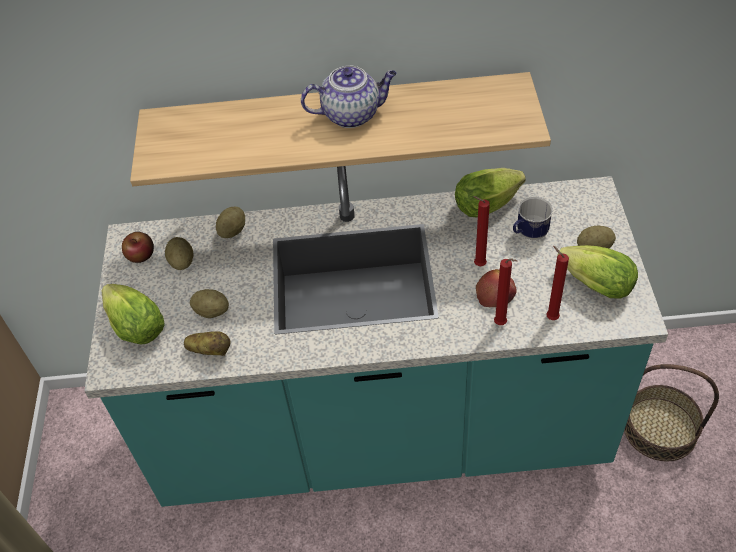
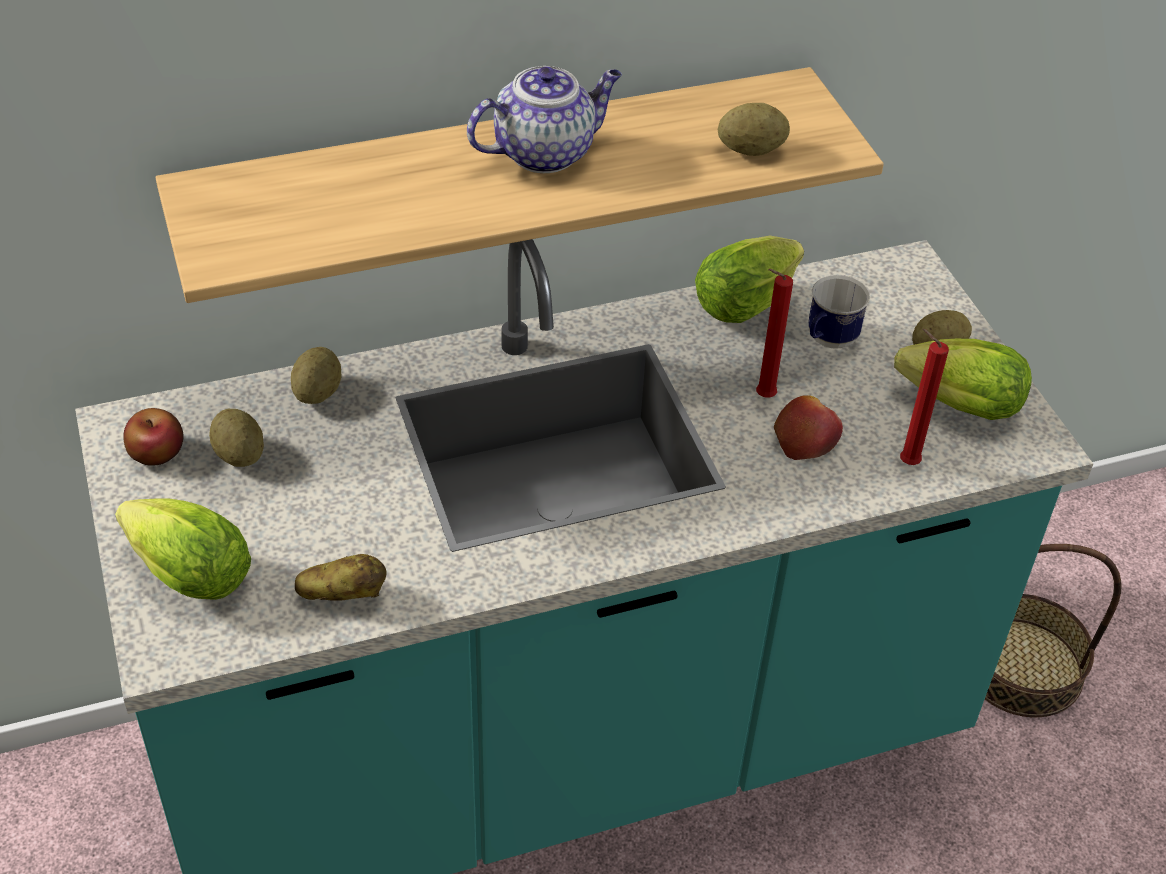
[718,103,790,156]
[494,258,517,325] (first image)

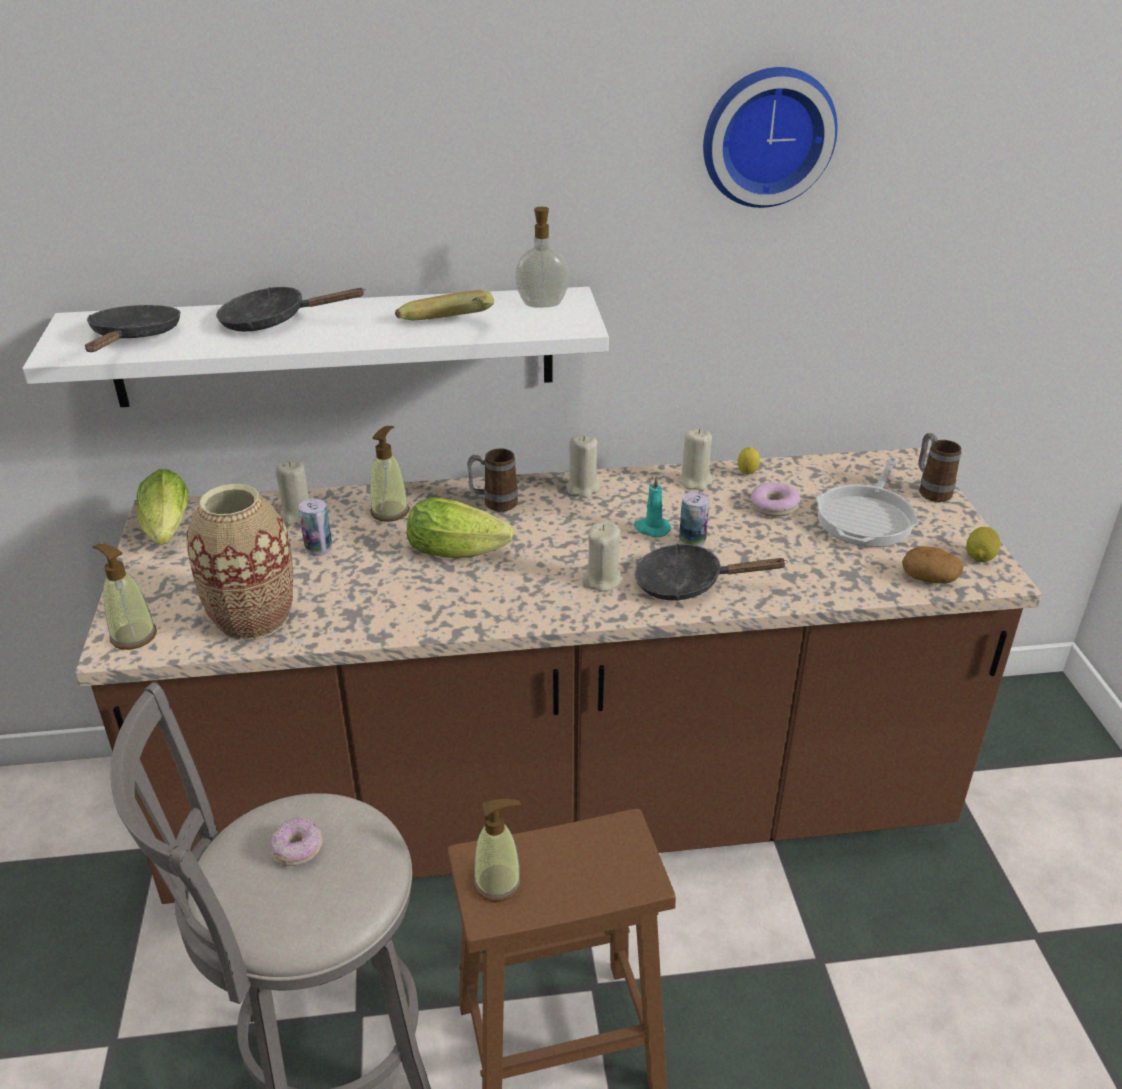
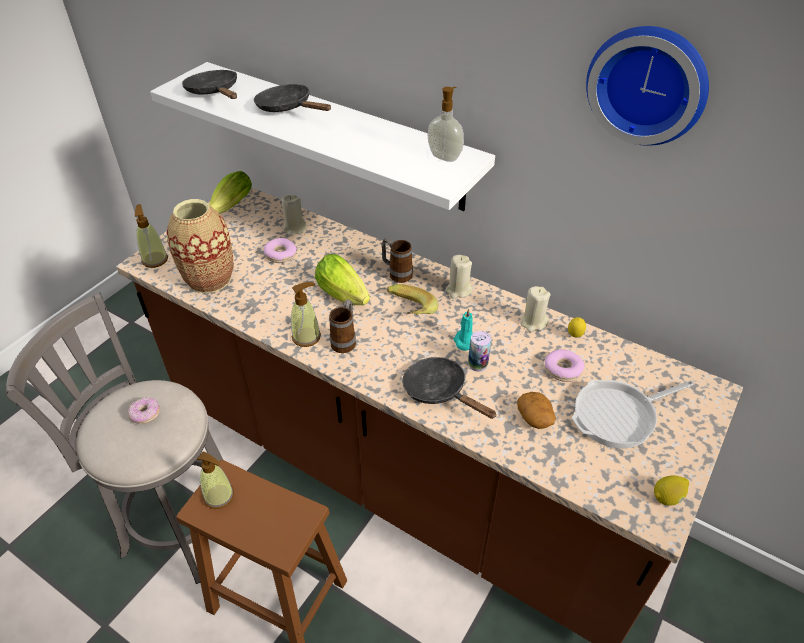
[182,70,237,99]
[264,238,297,263]
[291,282,321,347]
[387,284,438,315]
[582,521,622,592] (first image)
[517,392,556,429]
[329,299,356,353]

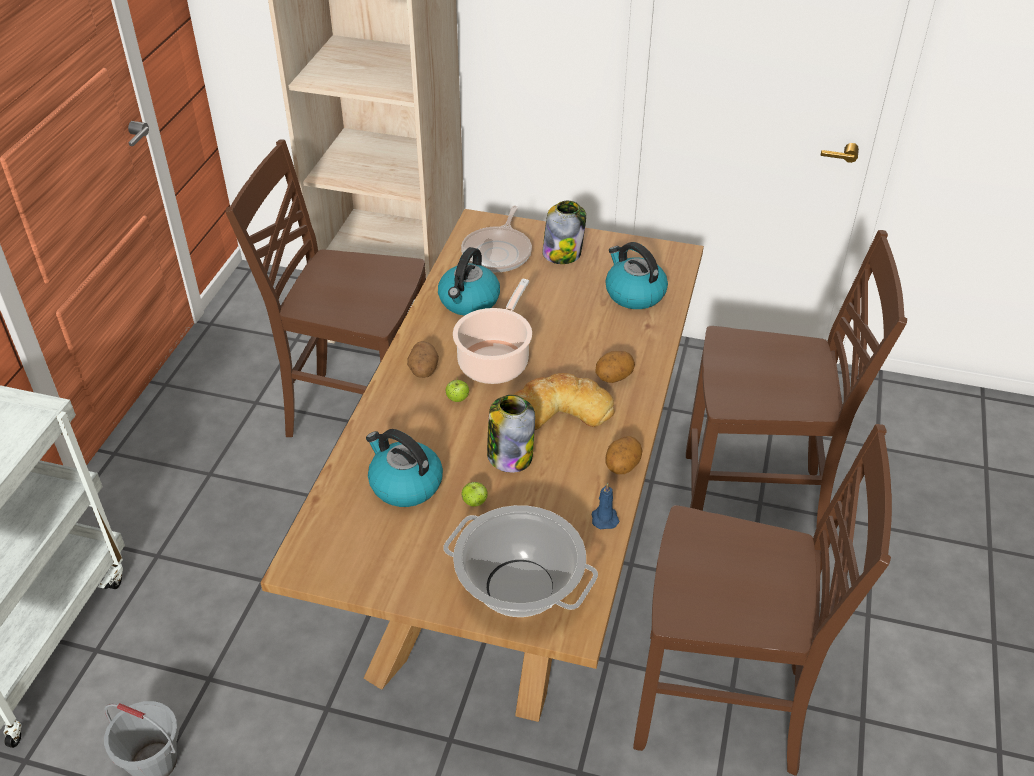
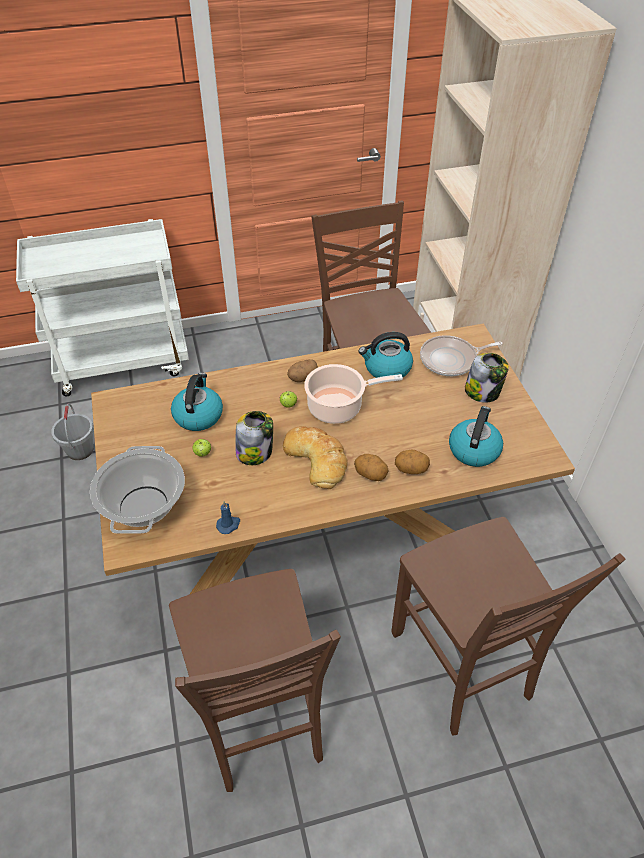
[395,449,430,474]

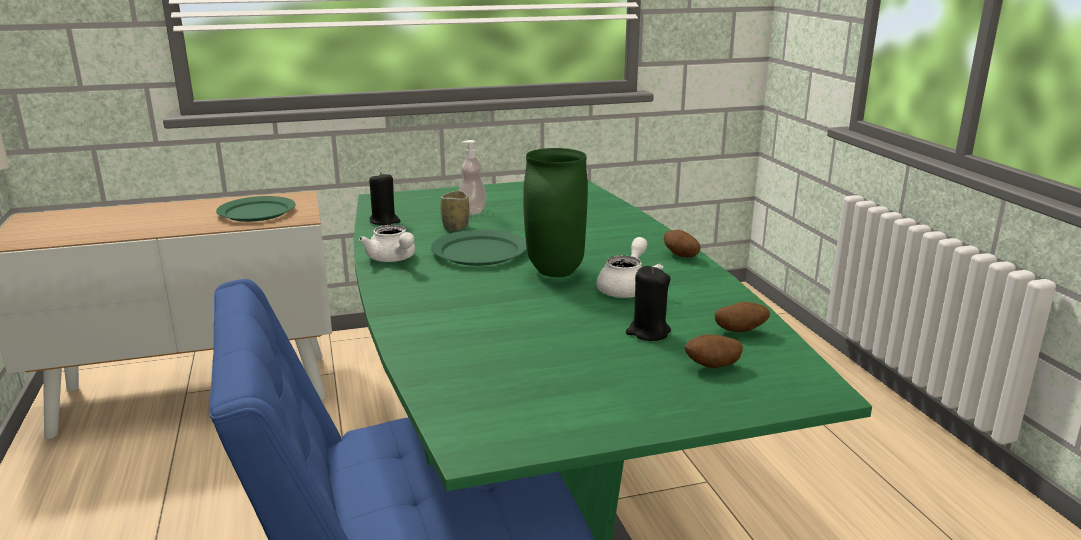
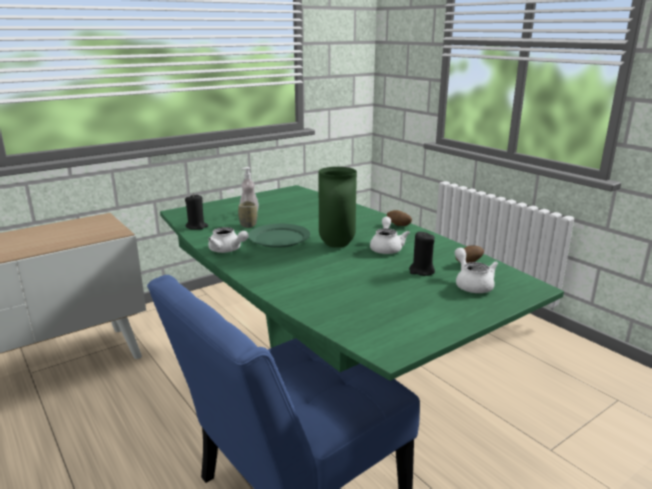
[216,196,296,222] (first image)
[455,248,498,293]

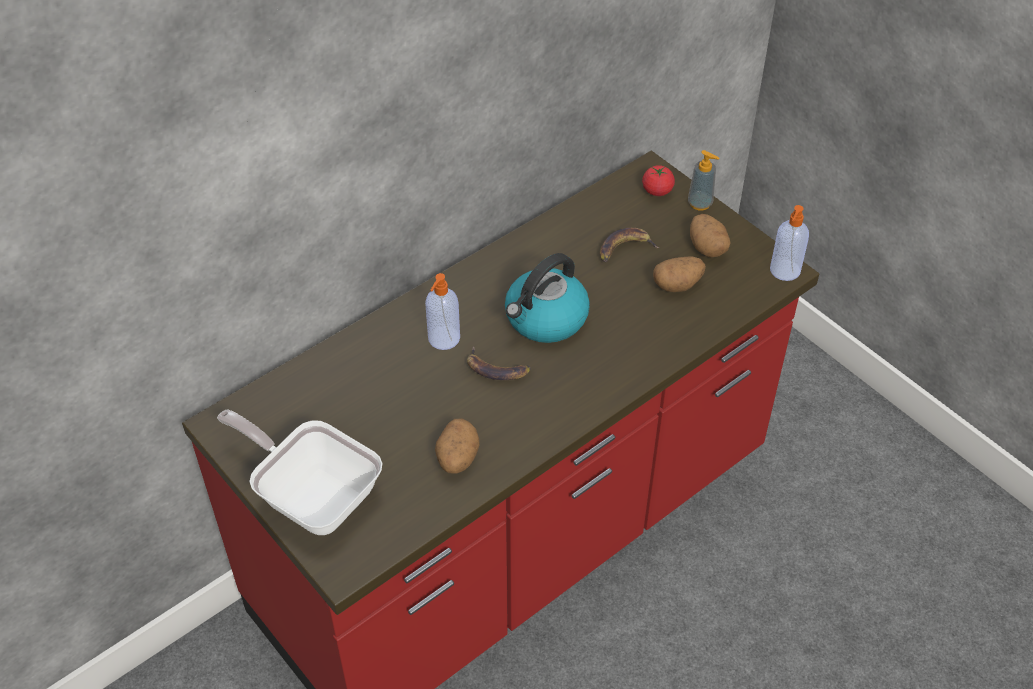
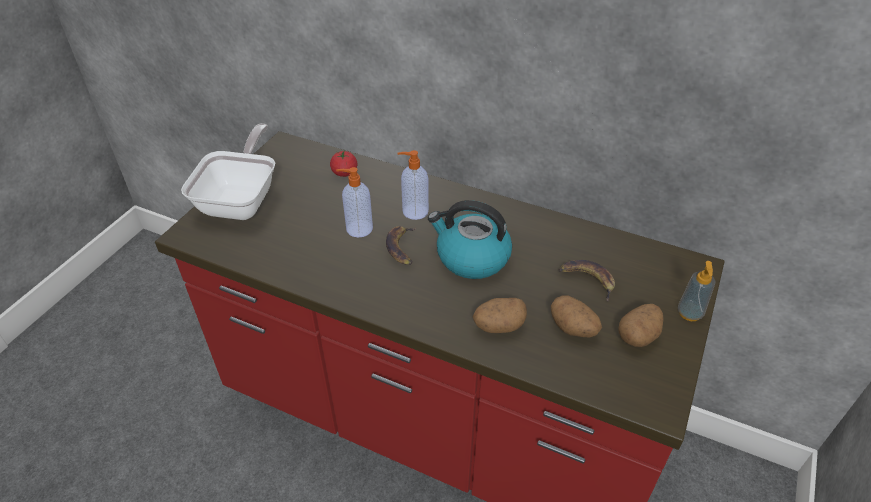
[473,298,527,333]
[330,150,358,177]
[336,167,373,238]

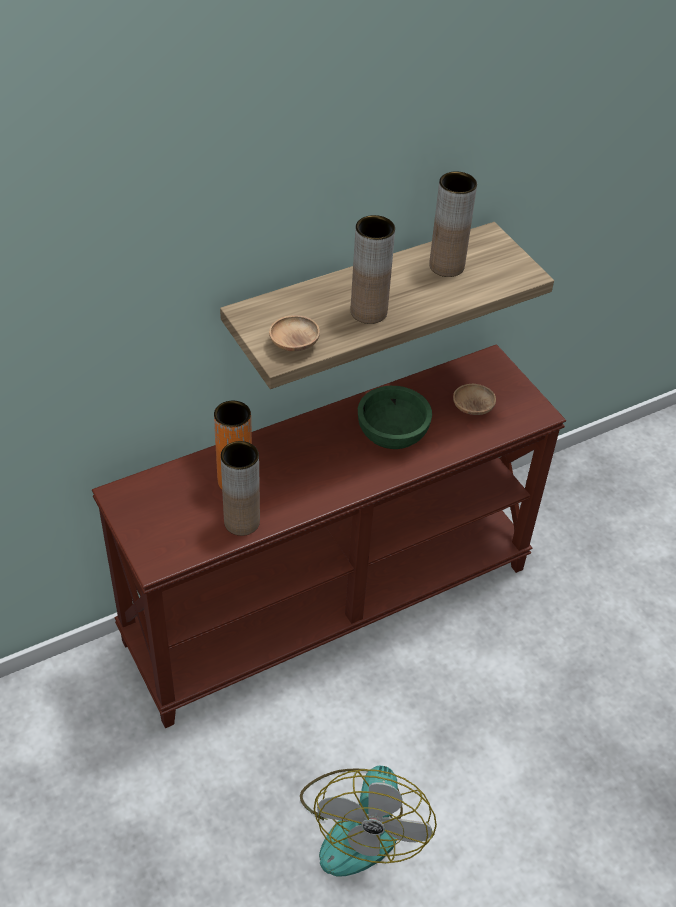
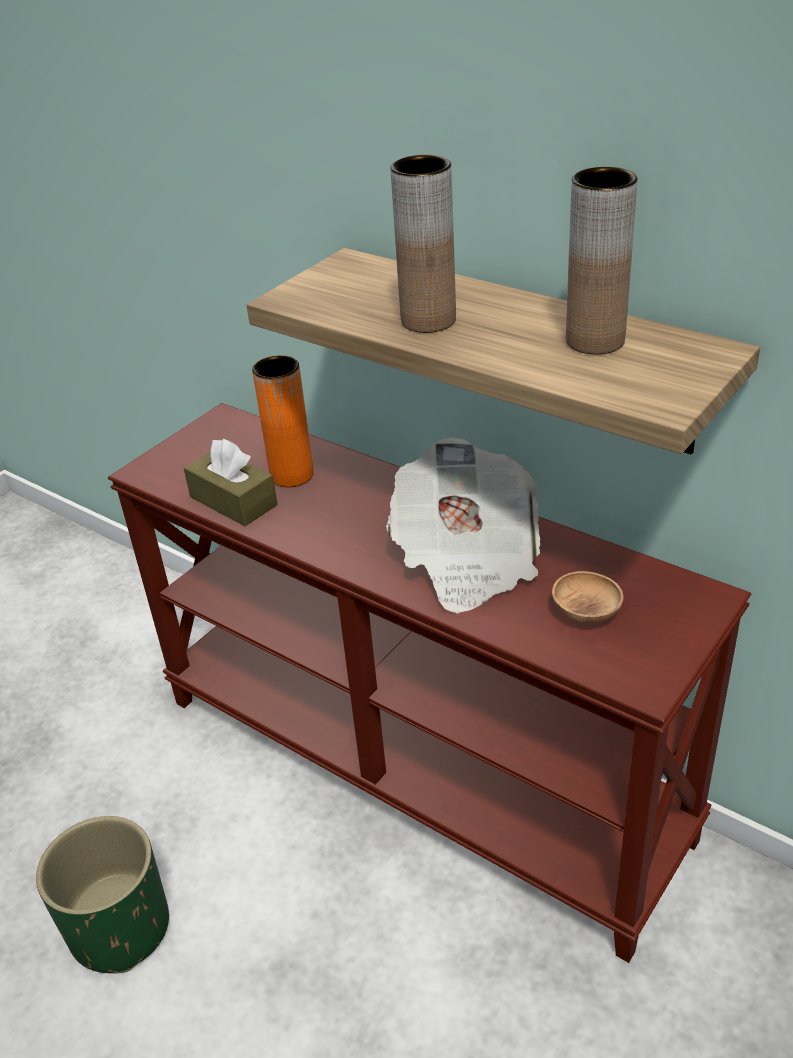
[184,439,278,526]
[269,315,320,351] (first image)
[36,816,169,974]
[386,438,540,613]

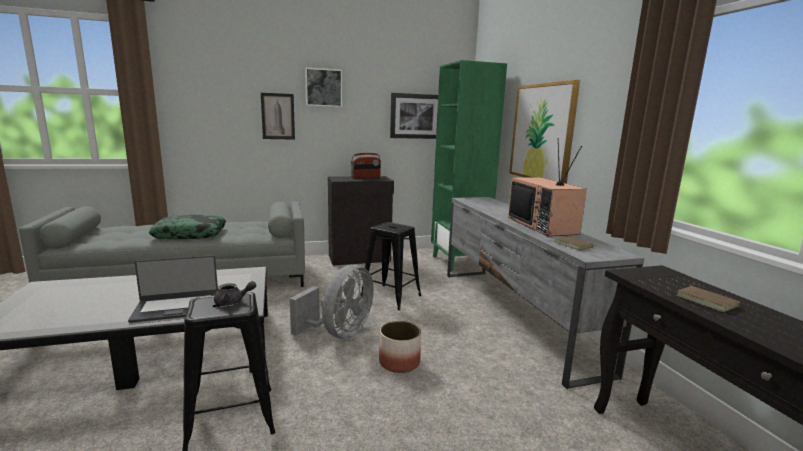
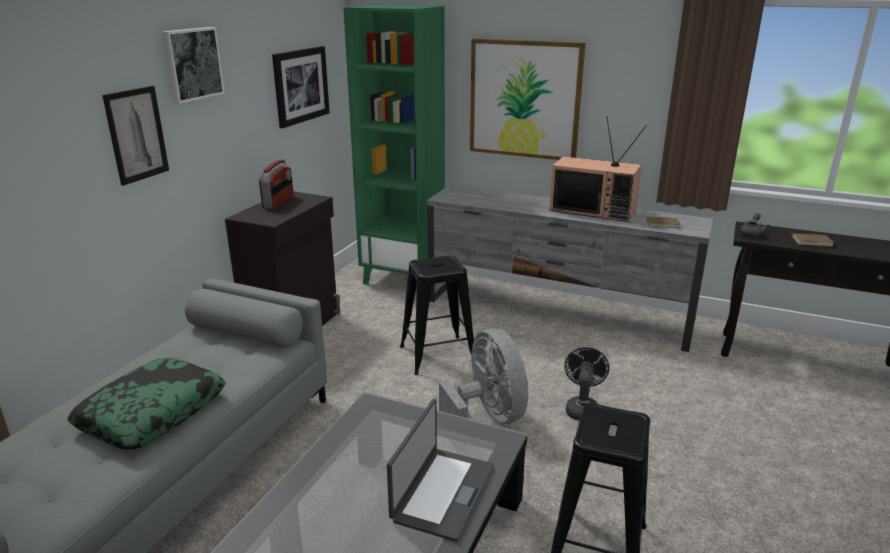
[740,213,770,237]
[564,347,609,421]

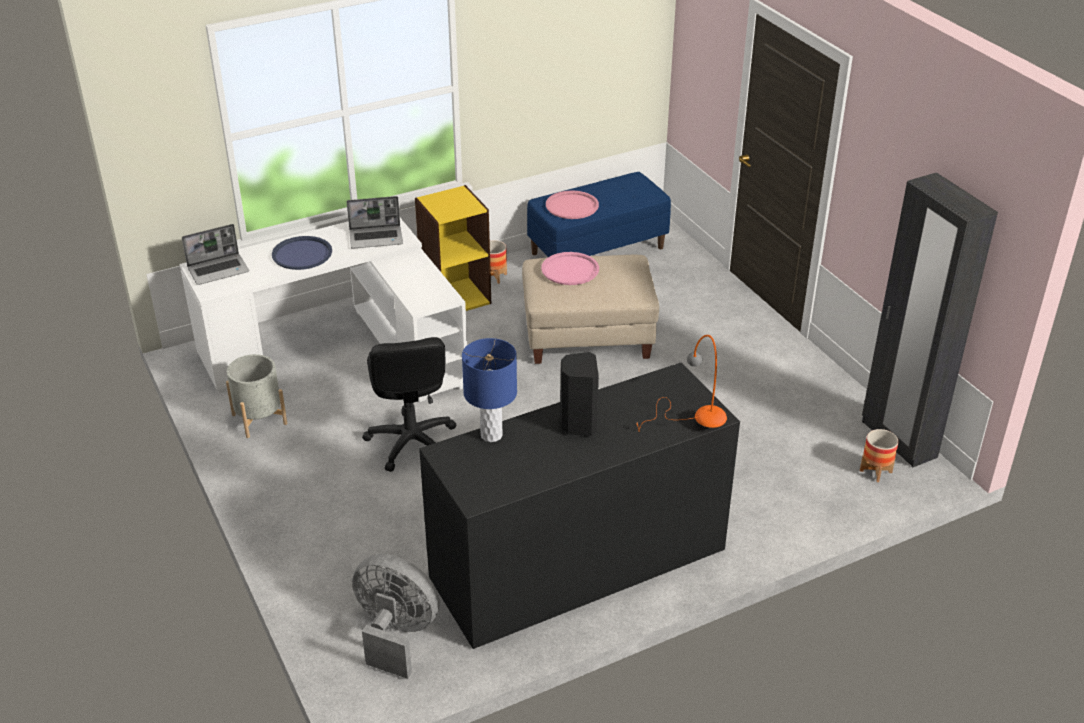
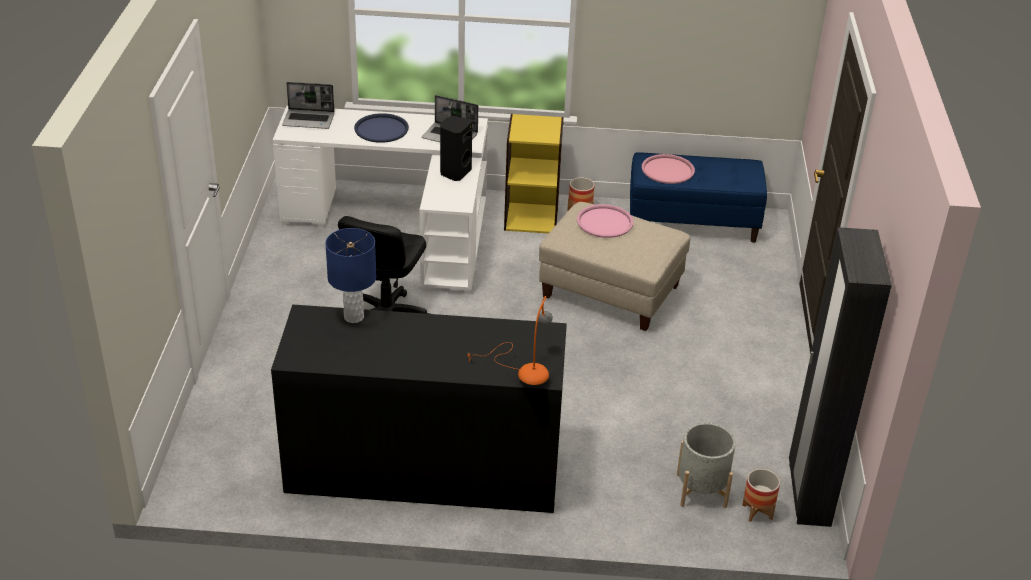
[677,423,736,508]
[352,554,440,679] (first image)
[440,116,472,181]

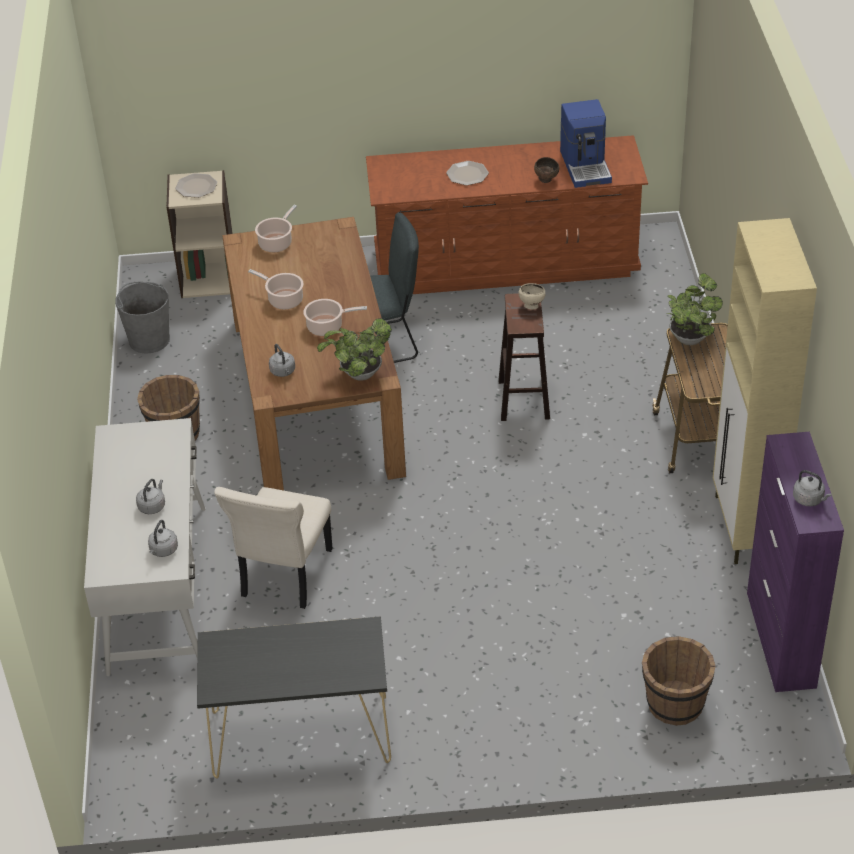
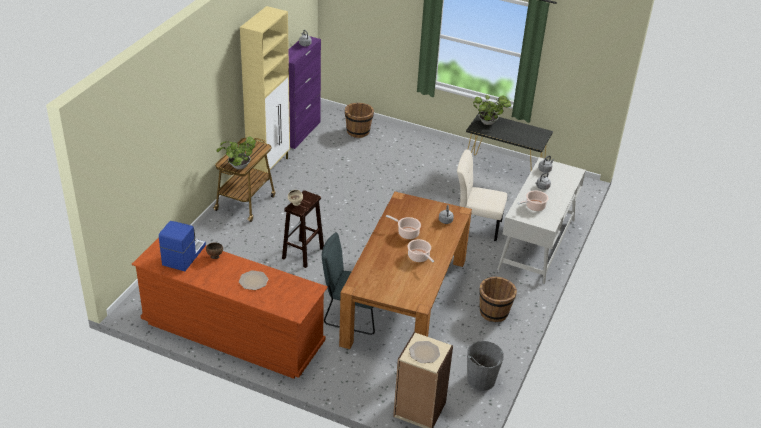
[457,149,507,241]
[517,190,548,211]
[473,95,511,125]

